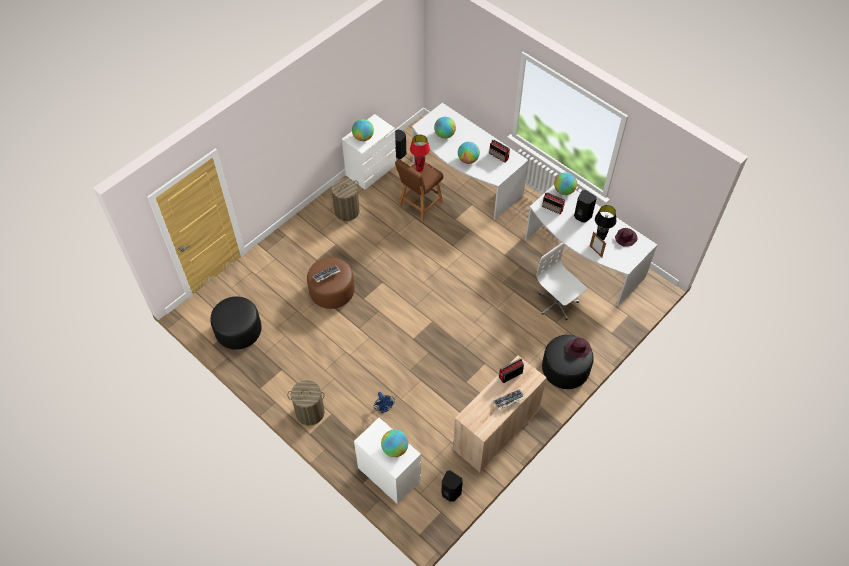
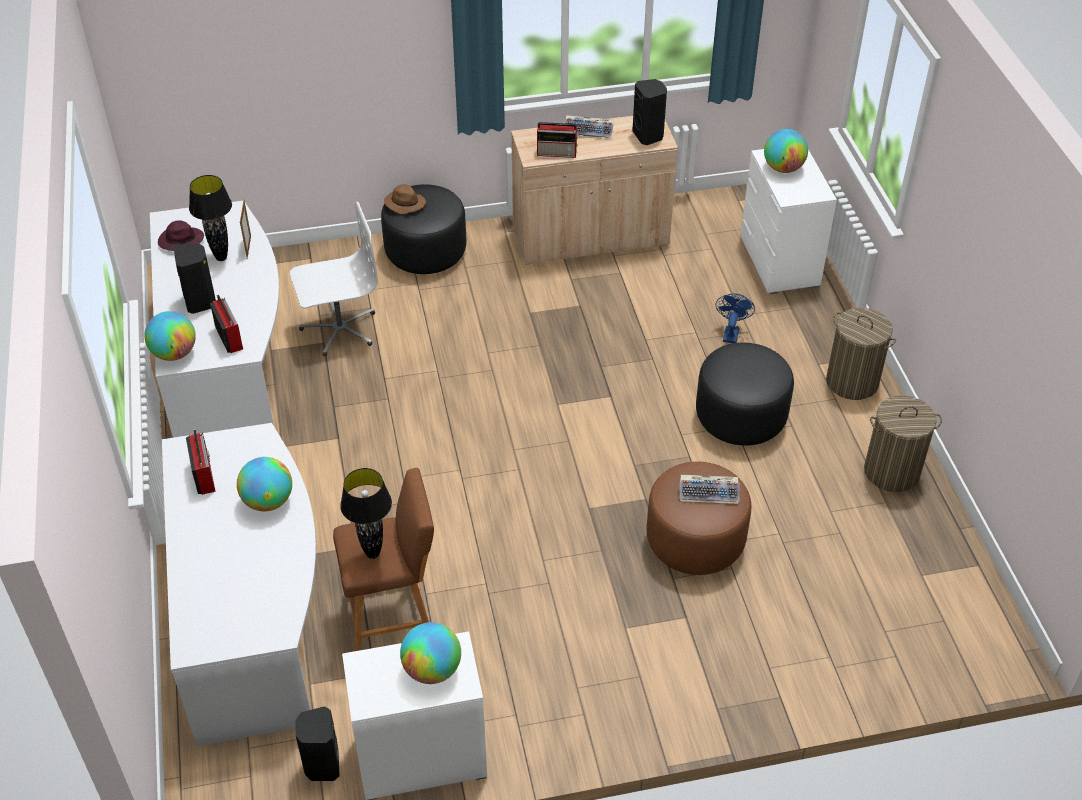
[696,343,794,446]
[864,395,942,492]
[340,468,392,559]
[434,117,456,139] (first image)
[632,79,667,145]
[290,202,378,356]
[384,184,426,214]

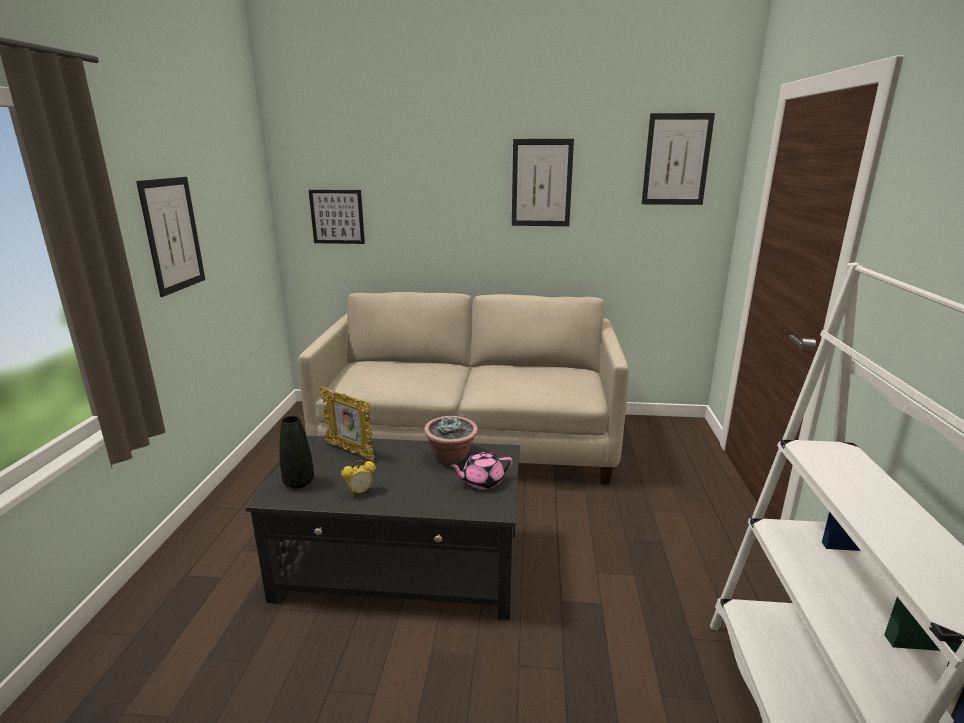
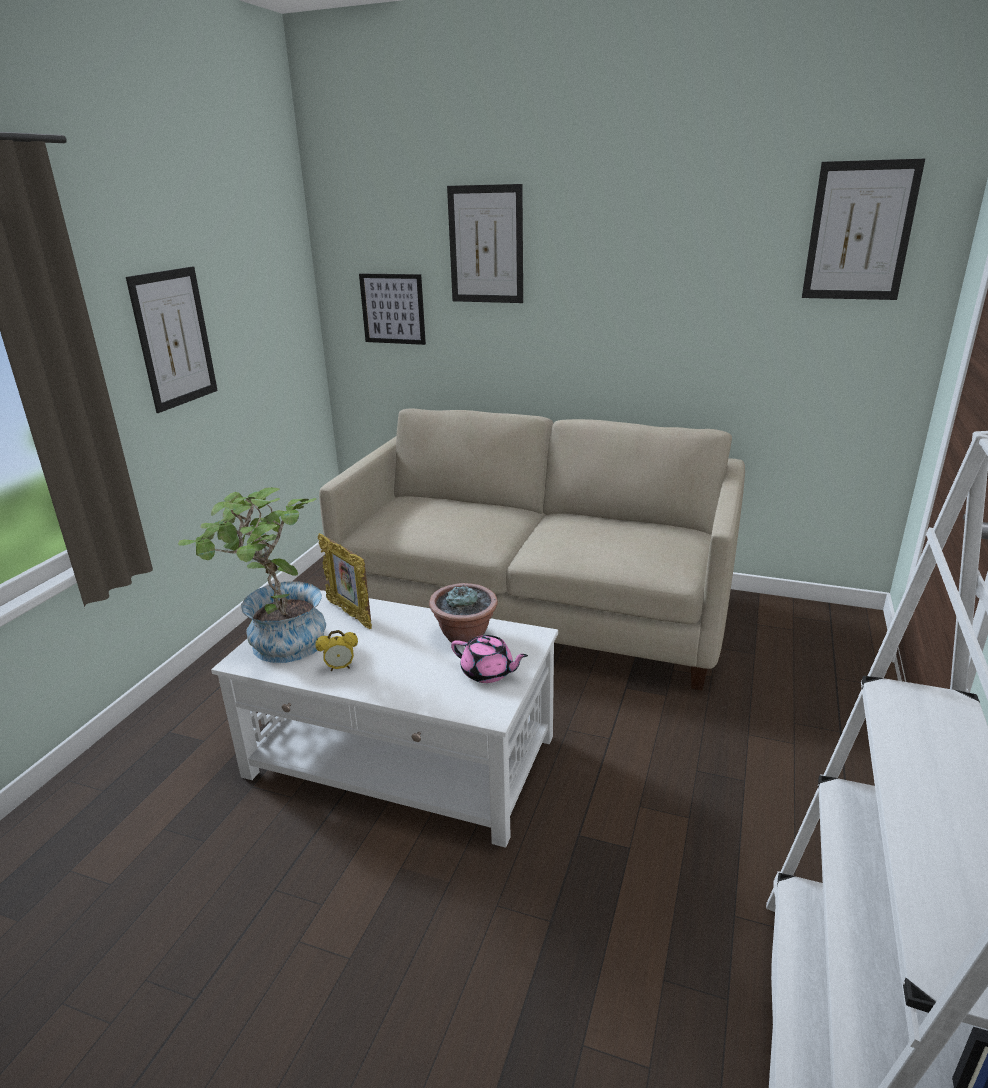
[211,590,558,848]
[178,487,326,663]
[451,635,528,683]
[447,184,523,303]

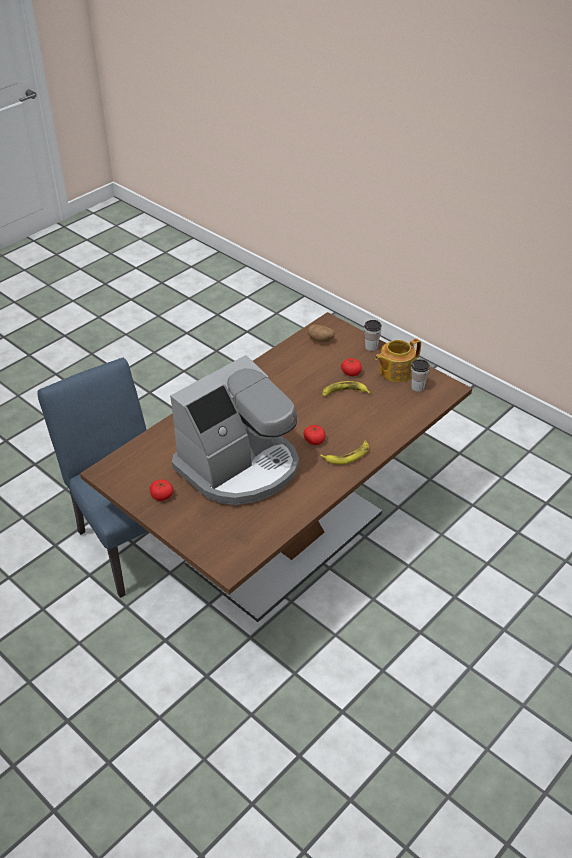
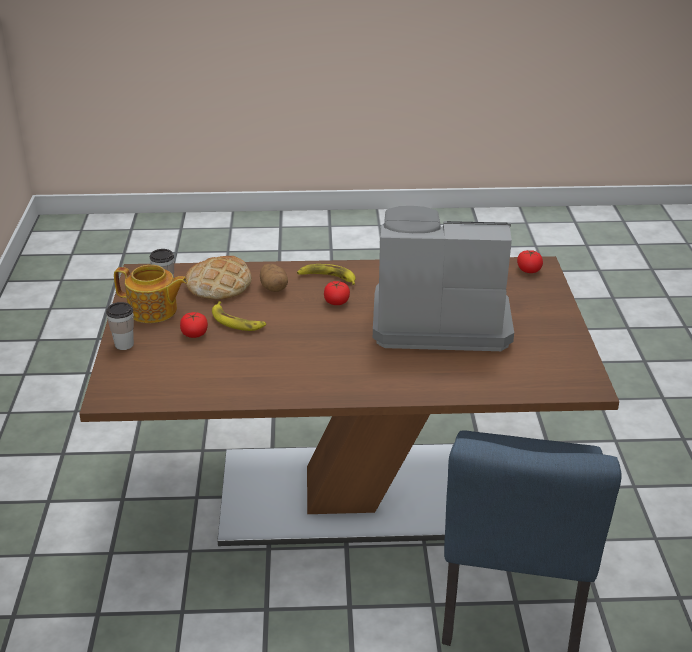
[517,250,543,273]
[260,264,288,292]
[186,256,252,299]

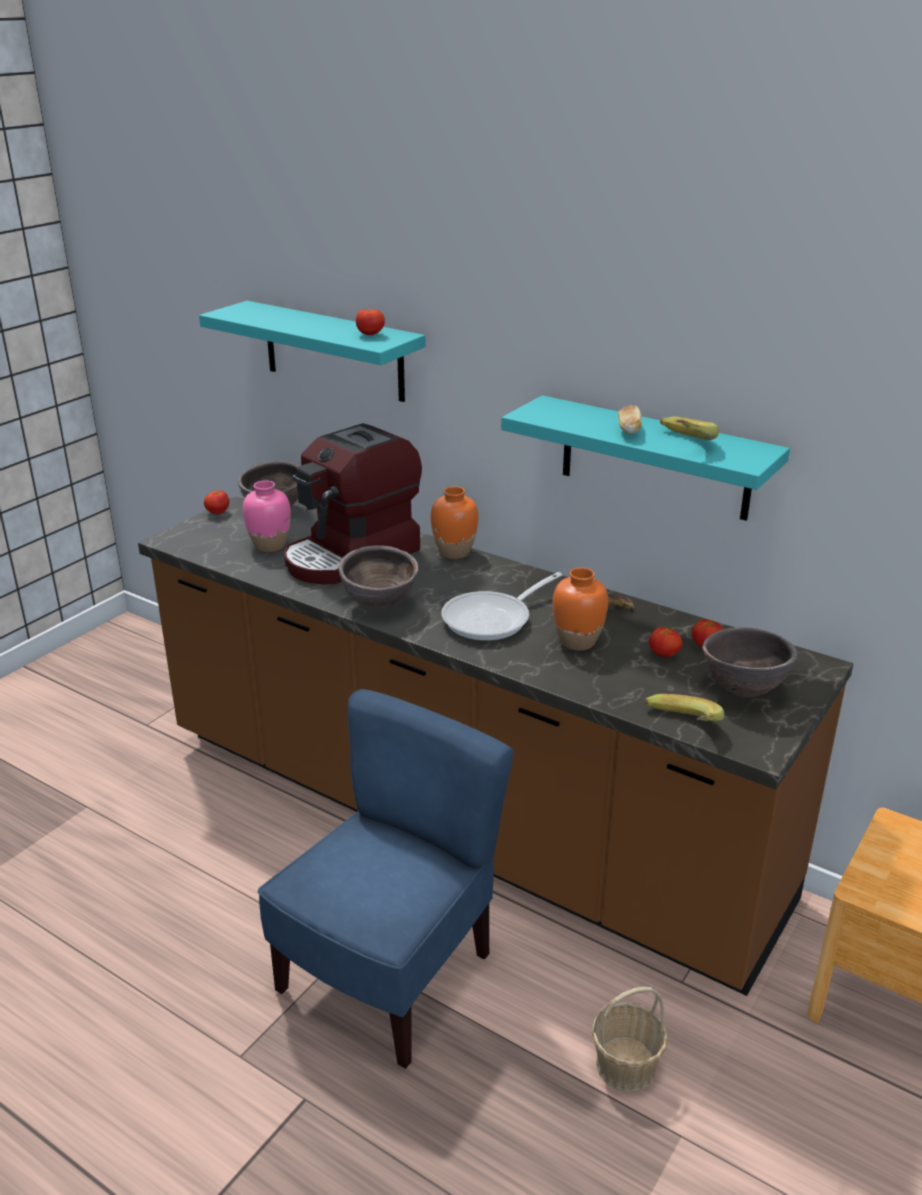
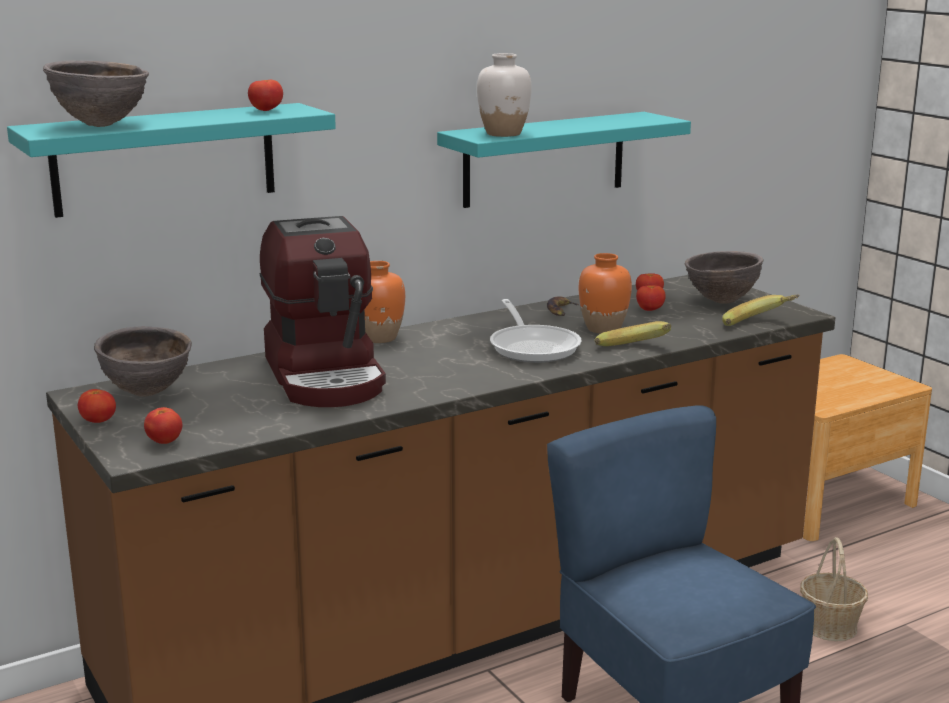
[243,480,291,552] (first image)
[43,60,149,127]
[618,405,642,434] (first image)
[595,321,671,346]
[144,407,182,444]
[477,53,532,137]

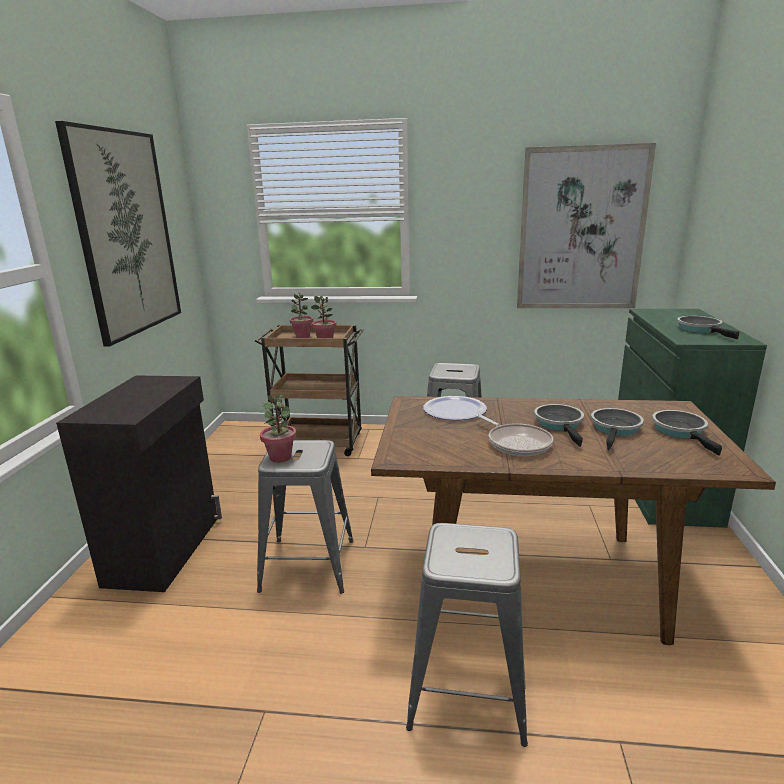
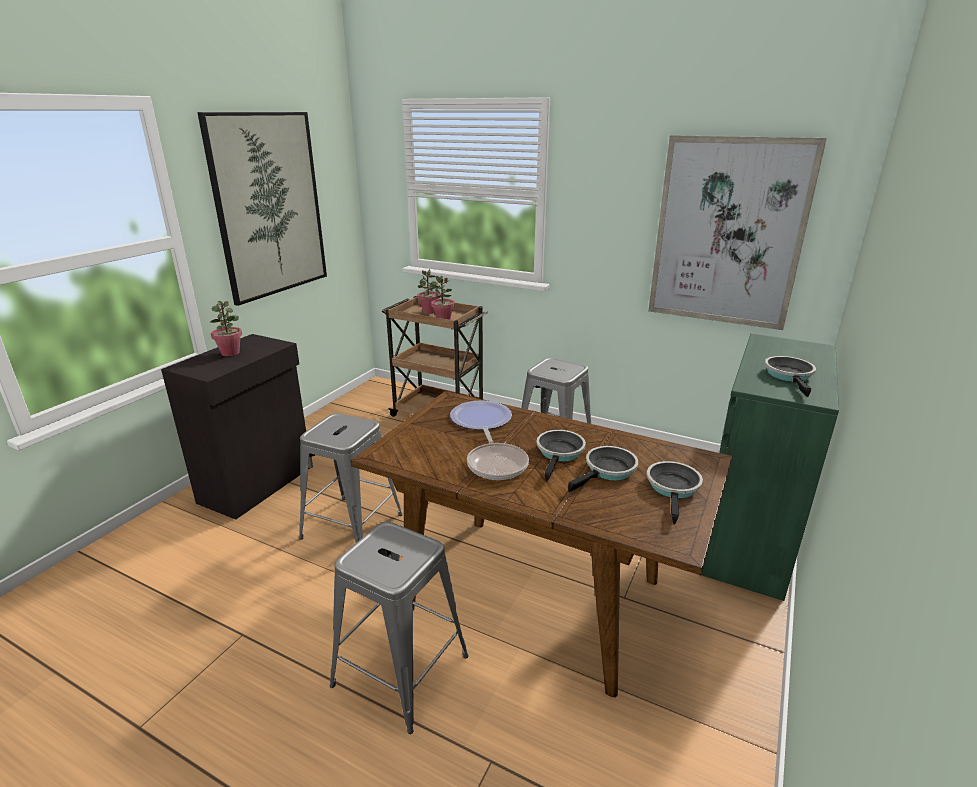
[210,301,242,356]

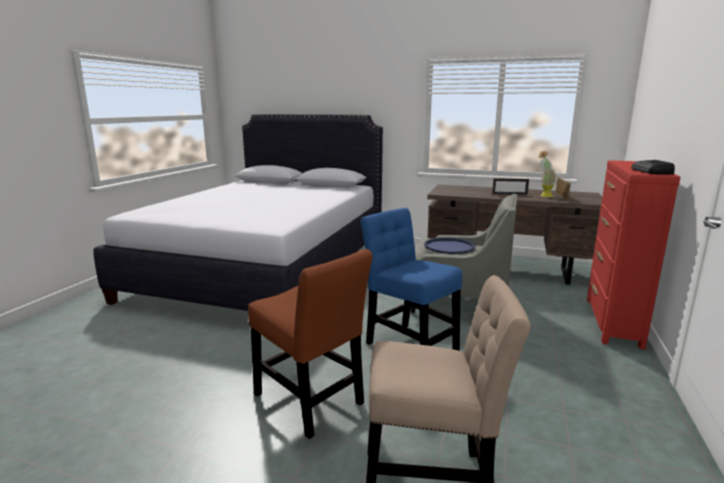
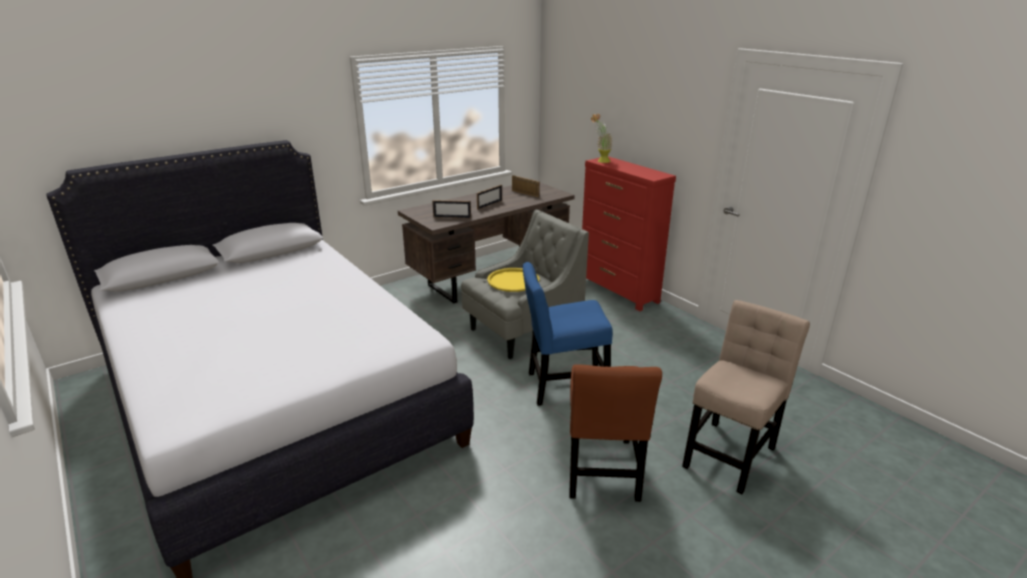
[569,364,662,502]
[487,268,539,292]
[591,114,613,163]
[631,160,675,174] (first image)
[432,200,471,219]

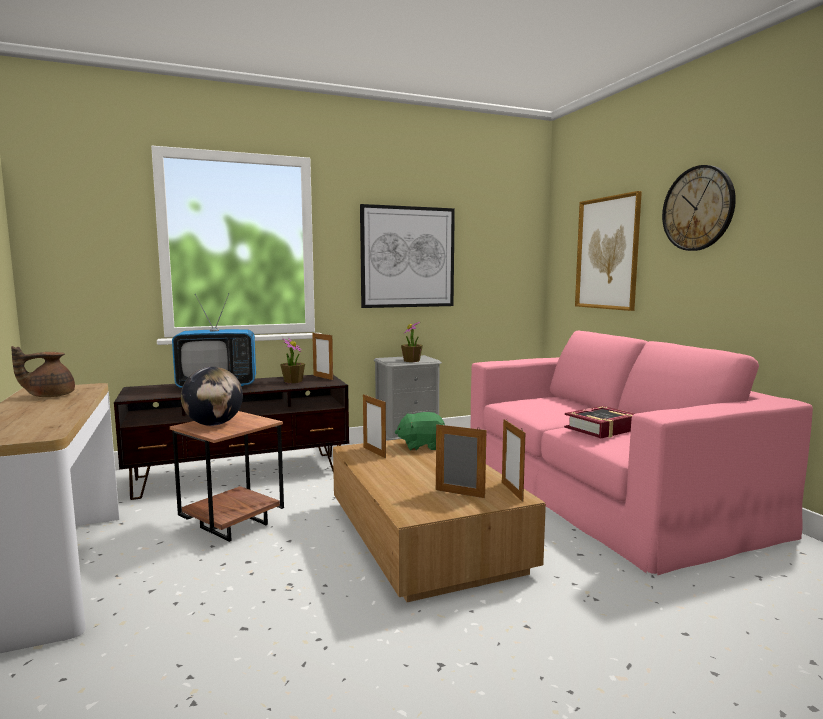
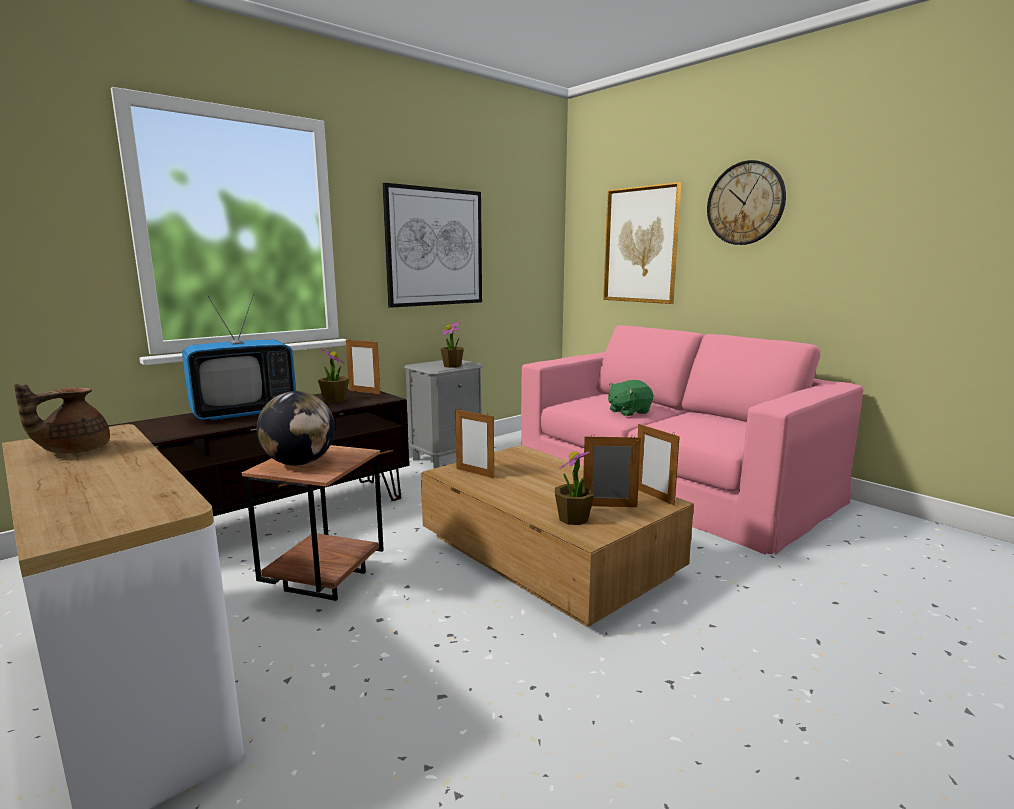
[608,380,653,416]
[564,406,635,439] (first image)
[555,449,594,525]

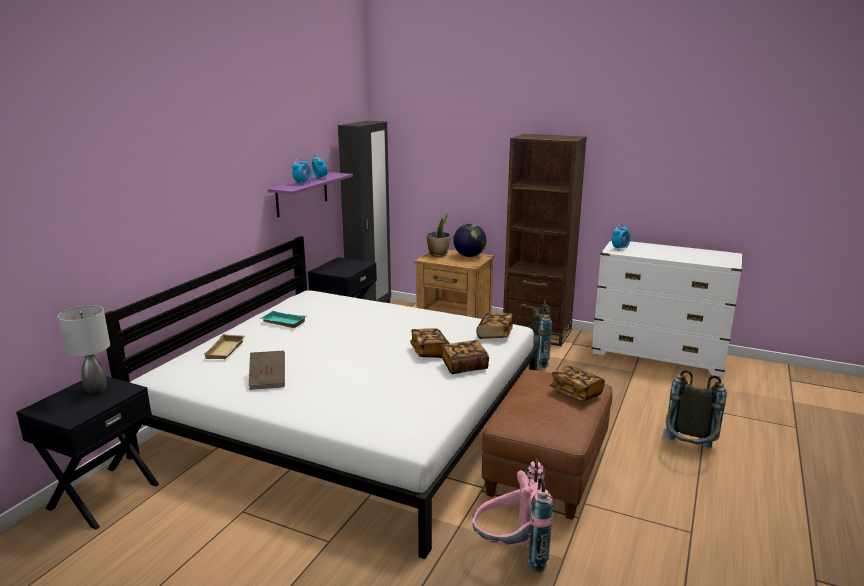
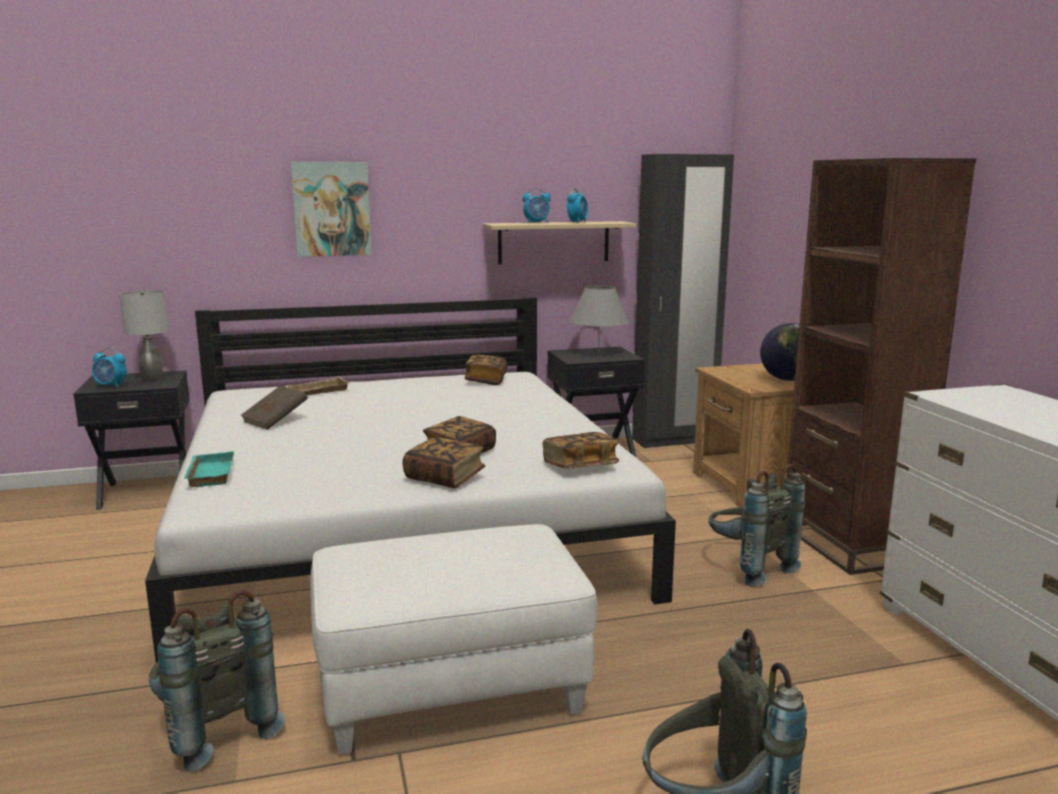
[184,451,234,487]
[483,221,636,264]
[427,212,450,257] (first image)
[149,590,285,772]
[310,524,597,755]
[465,354,507,385]
[92,347,127,388]
[291,162,372,257]
[570,285,629,353]

